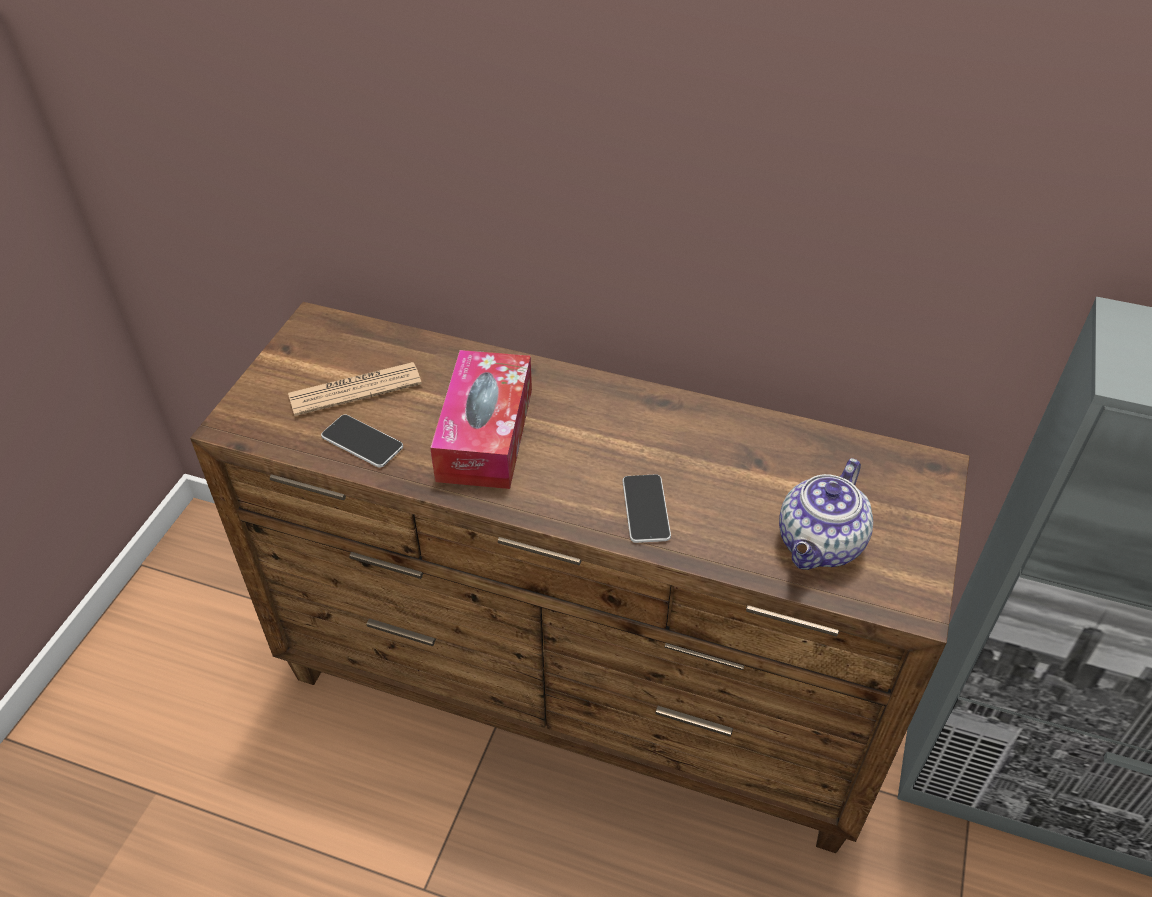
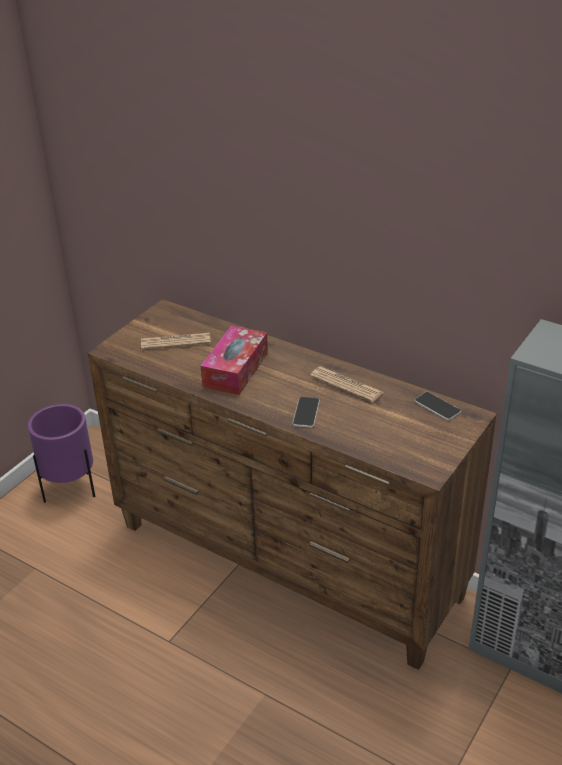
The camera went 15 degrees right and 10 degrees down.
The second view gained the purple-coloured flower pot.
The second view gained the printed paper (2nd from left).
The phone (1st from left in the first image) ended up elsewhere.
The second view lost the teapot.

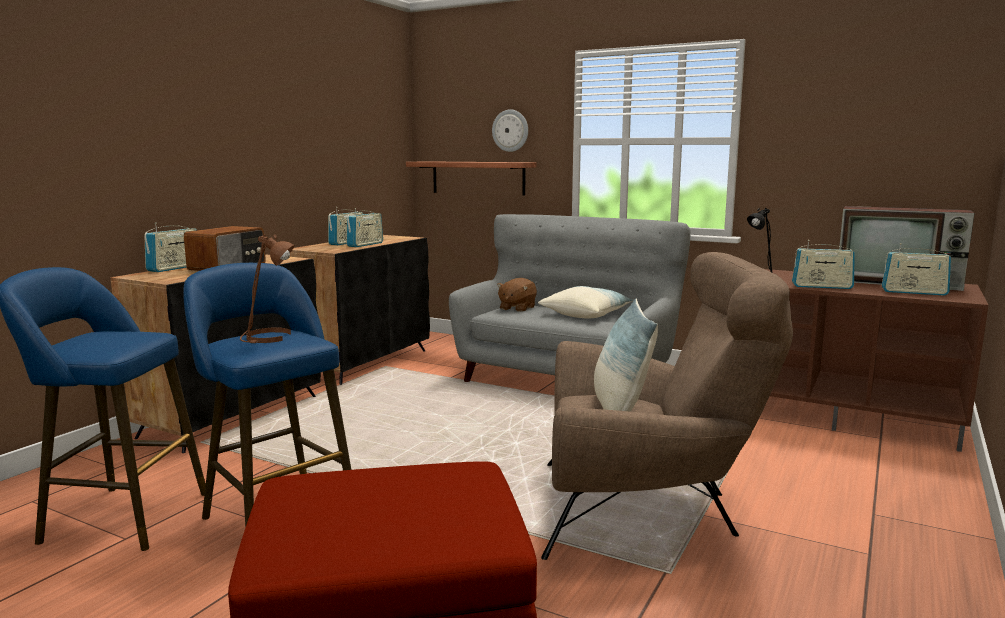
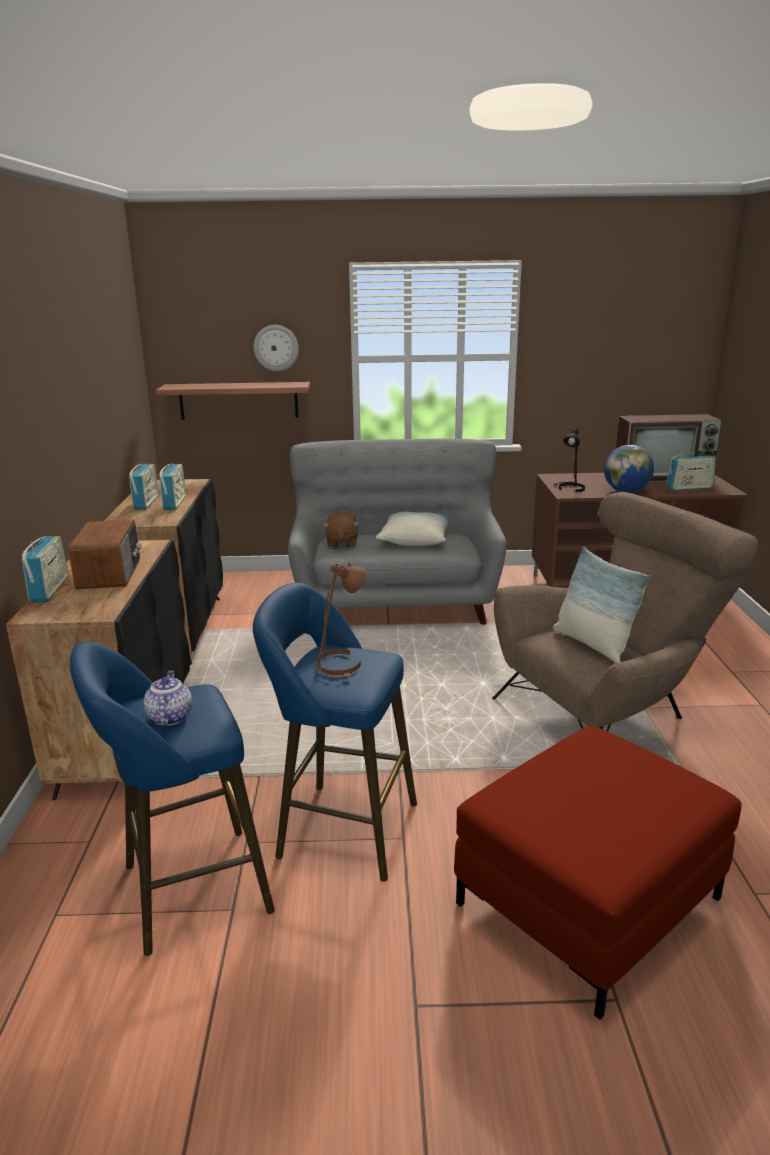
The camera went 30 degrees left and 10 degrees up.
The second view gained the teapot.
Where the radio (5th from left) stood, the world globe came to stand.

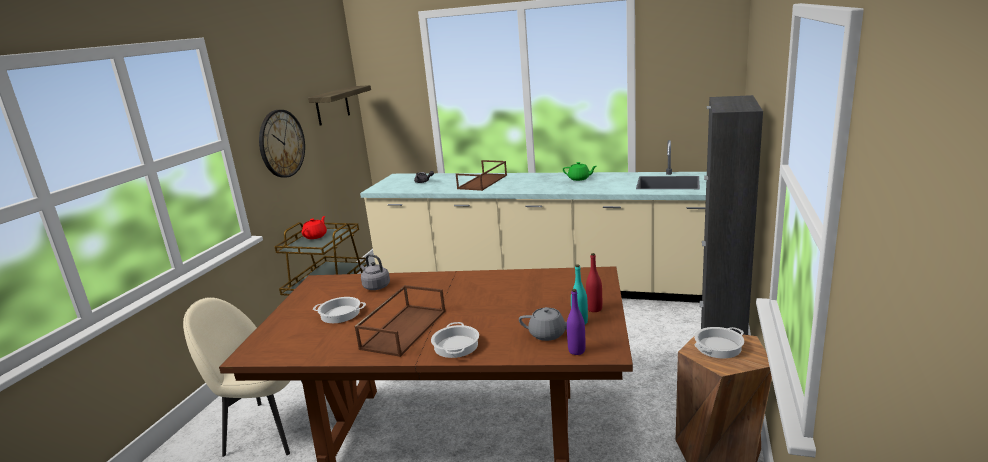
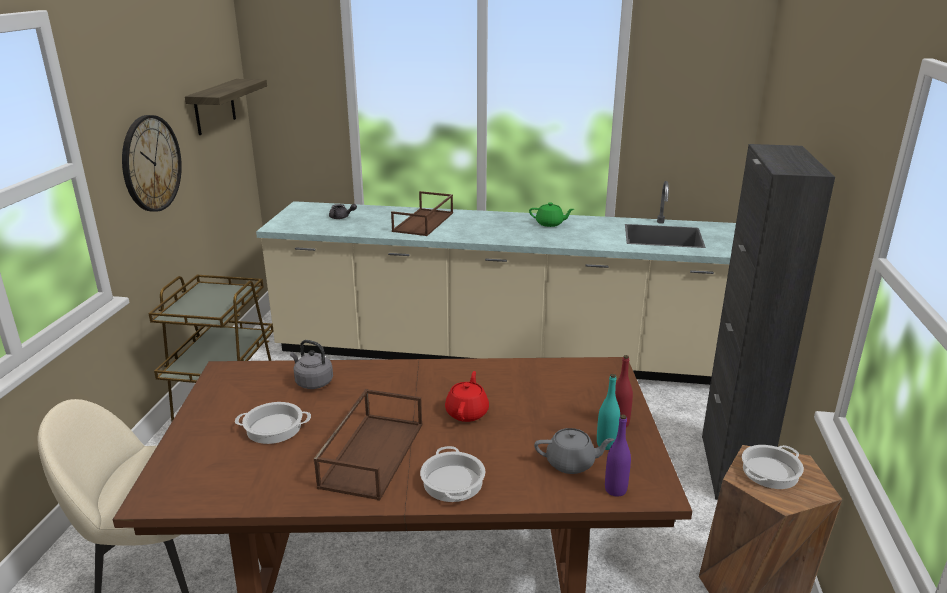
The camera went 10 degrees left and 5 degrees up.
The reddish teapot ended up elsewhere.

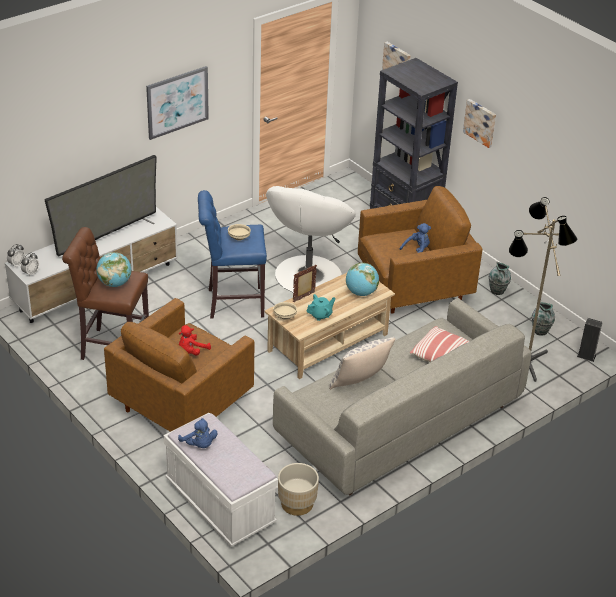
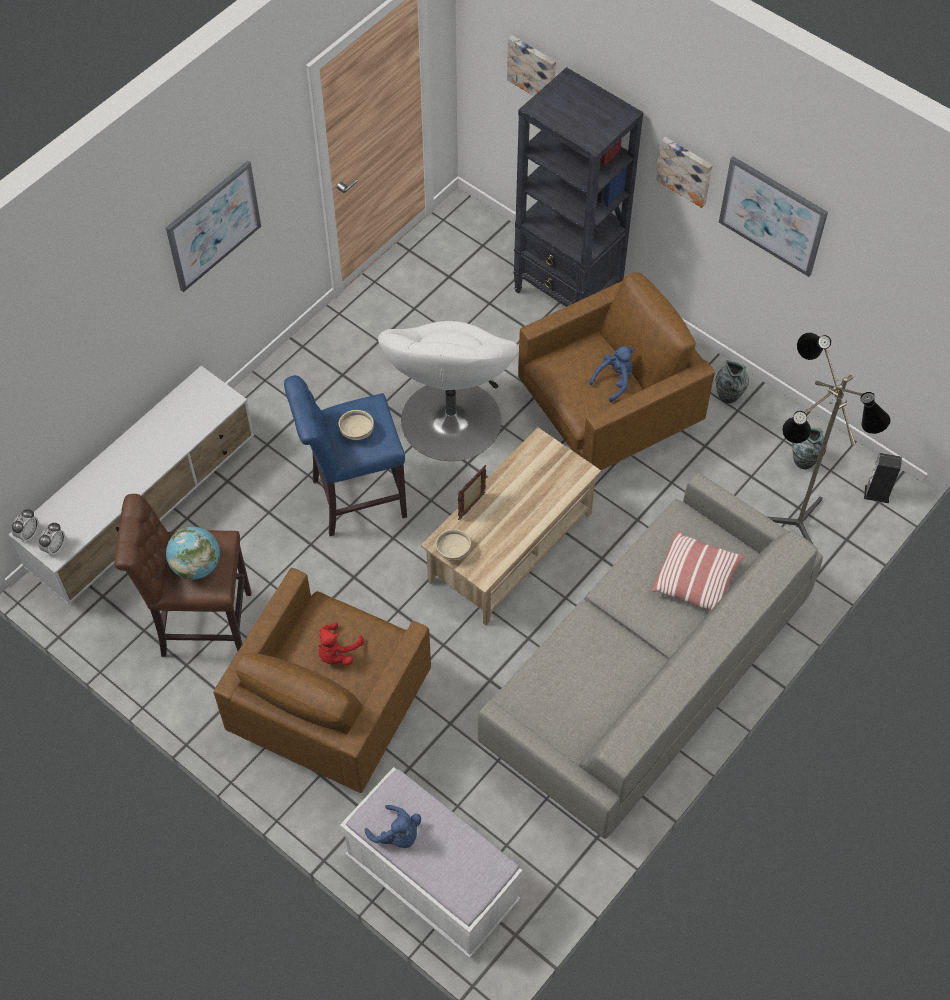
The camera went 10 degrees left and 20 degrees up.
The second view gained the picture (4th from left).
The second view lost the TV.
The second view lost the beige-coloured flower pot.
The second view lost the turquoise teapot.
The second view lost the pillow (1st from left).
The second view lost the world globe (2nd from left).

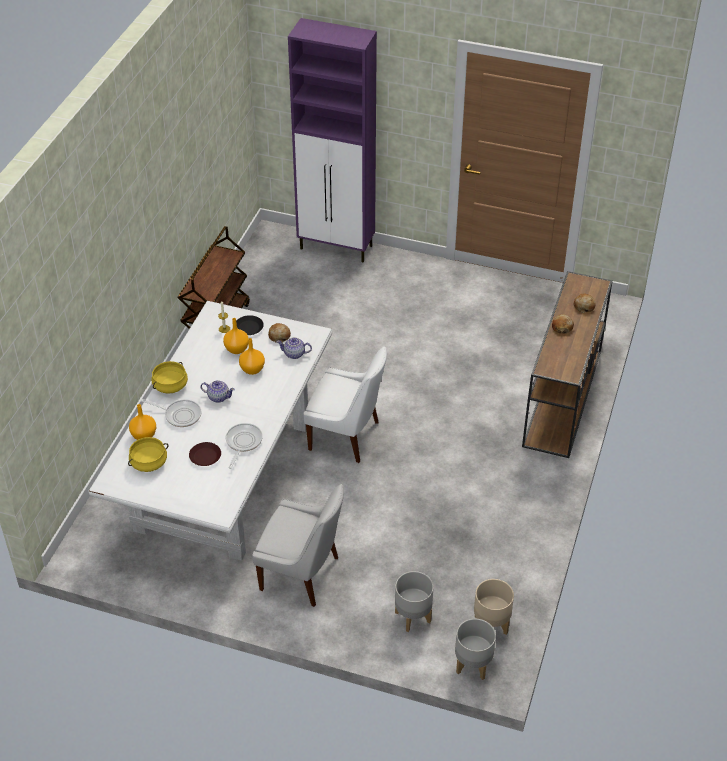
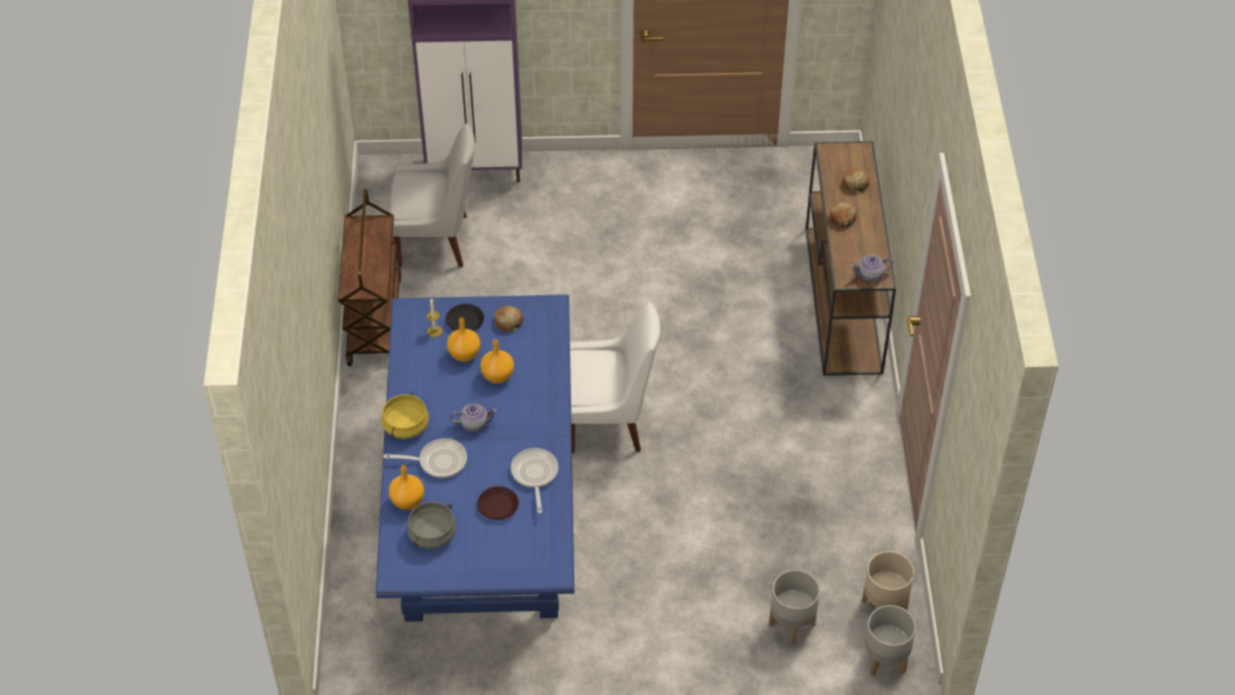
The camera went 20 degrees left and 5 degrees up.
What was the white-coloured dining table turned into the blue dining table.
The white-coloured plain chair (1st from left) ended up elsewhere.
What was the yellow-coloured saucepot (1st from left) turned into the greyish saucepot.
The teapot (2nd from left) ended up elsewhere.

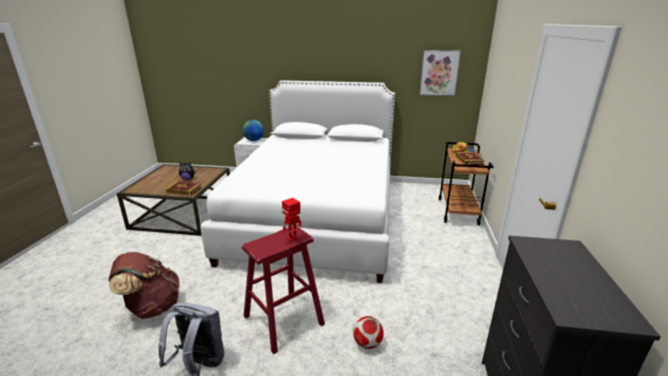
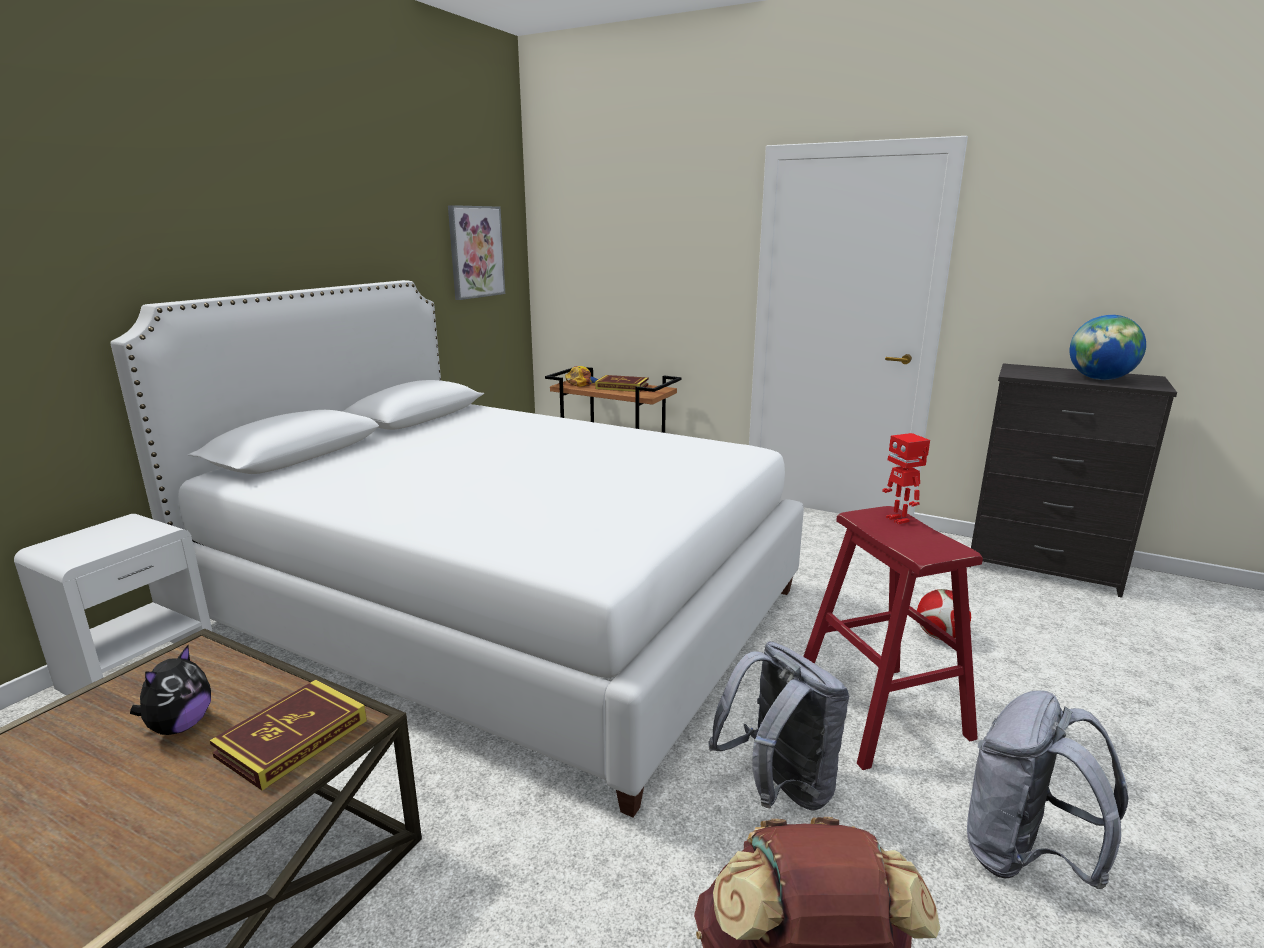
The camera went 70 degrees left and 5 degrees down.
The second view gained the greyish knapsack (1st from left).
The world globe ended up elsewhere.

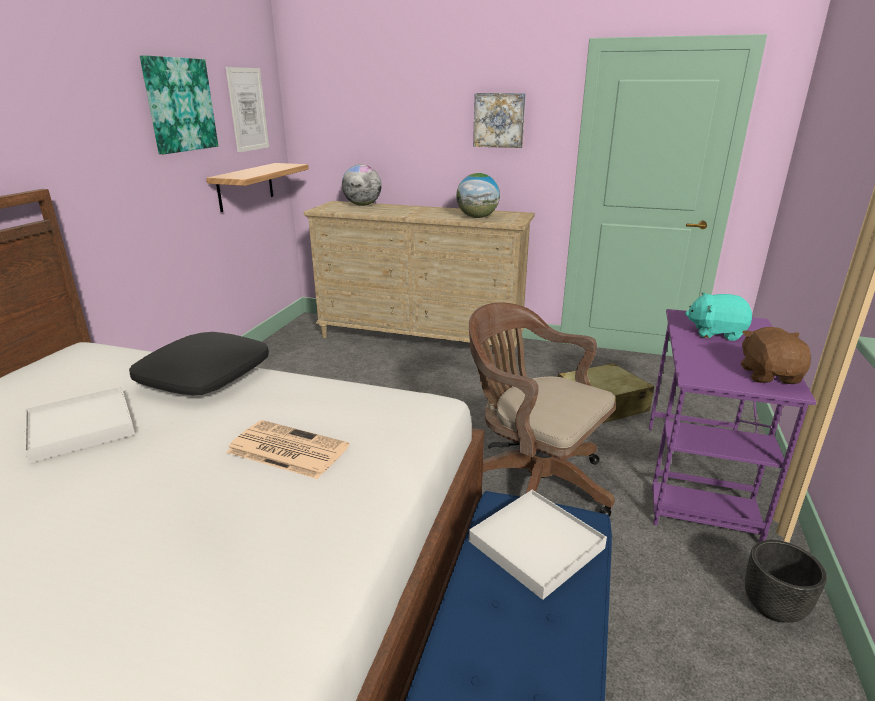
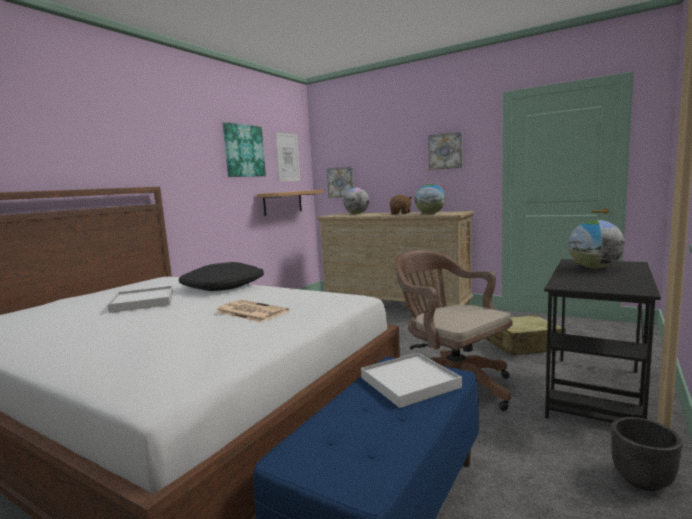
The camera went 15 degrees right and 15 degrees down.
The second view gained the picture (3rd from left).
The brown-coloured plush toy ended up elsewhere.
What was the purple-coloured desk table turned into the black desk table.
Where the turquoise plush toy stood, the world globe (3rd from left) came to stand.

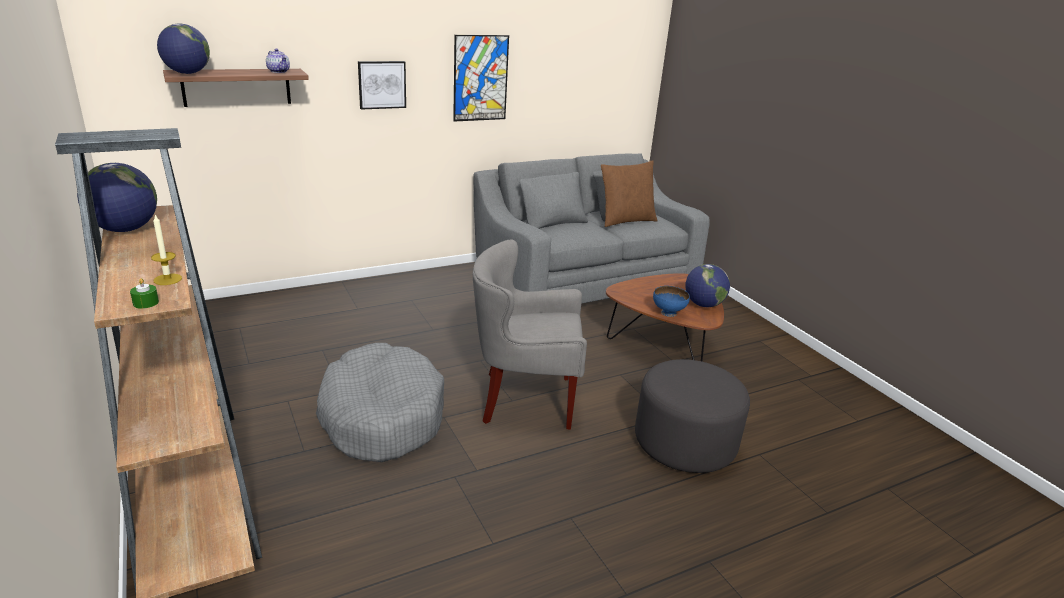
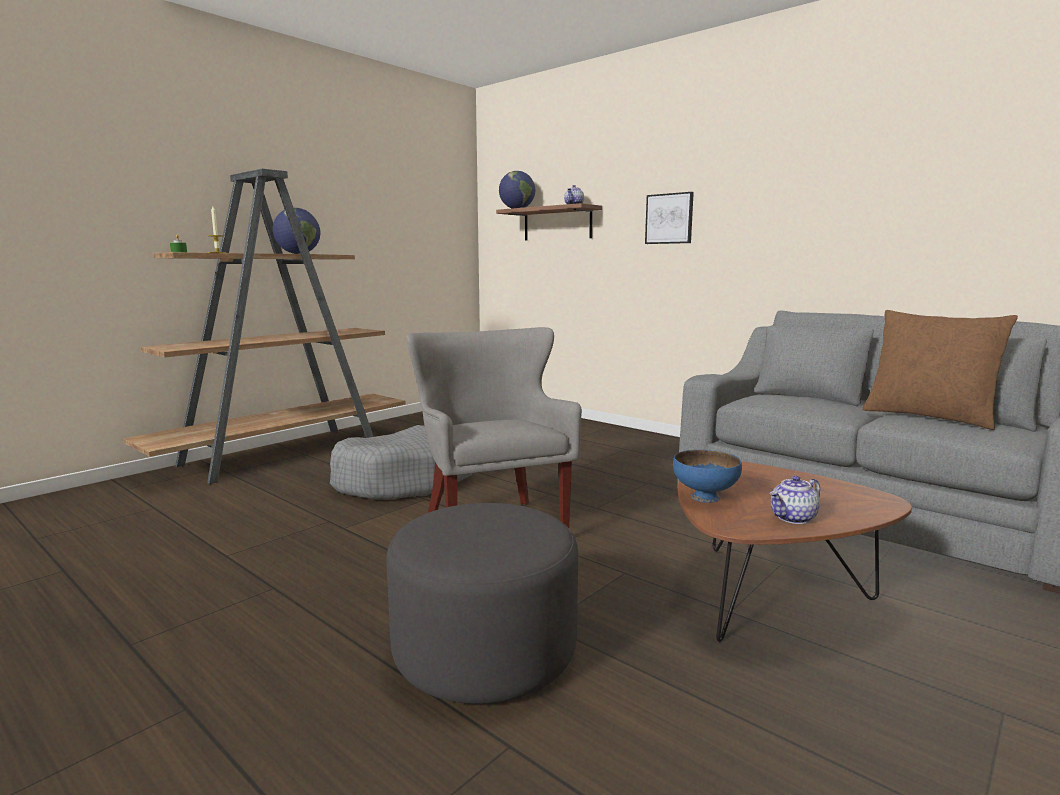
The camera went 70 degrees right and 15 degrees down.
Where the world globe (3rd from left) stood, the teapot (2nd from left) came to stand.
The second view lost the picture (2nd from left).

